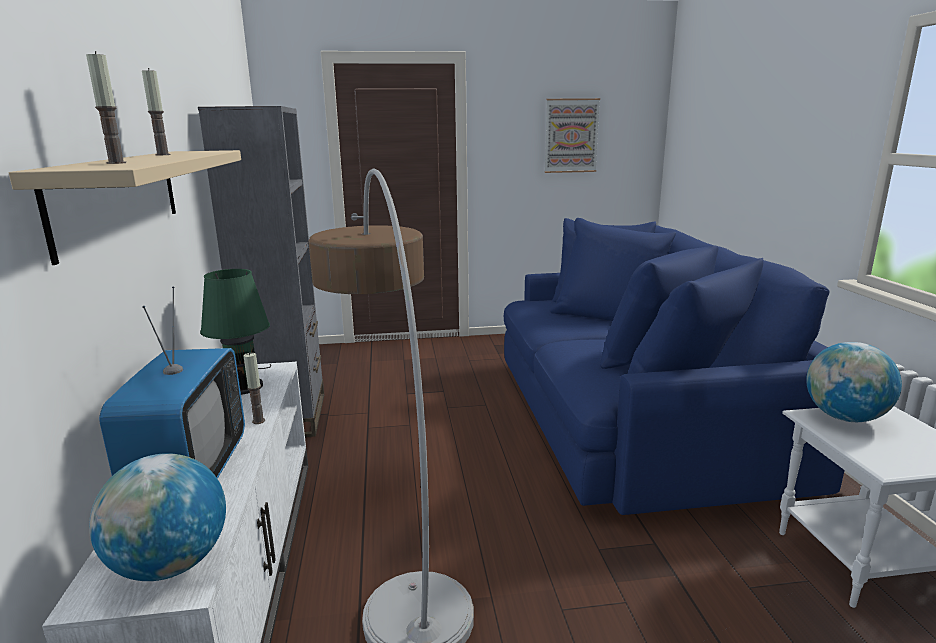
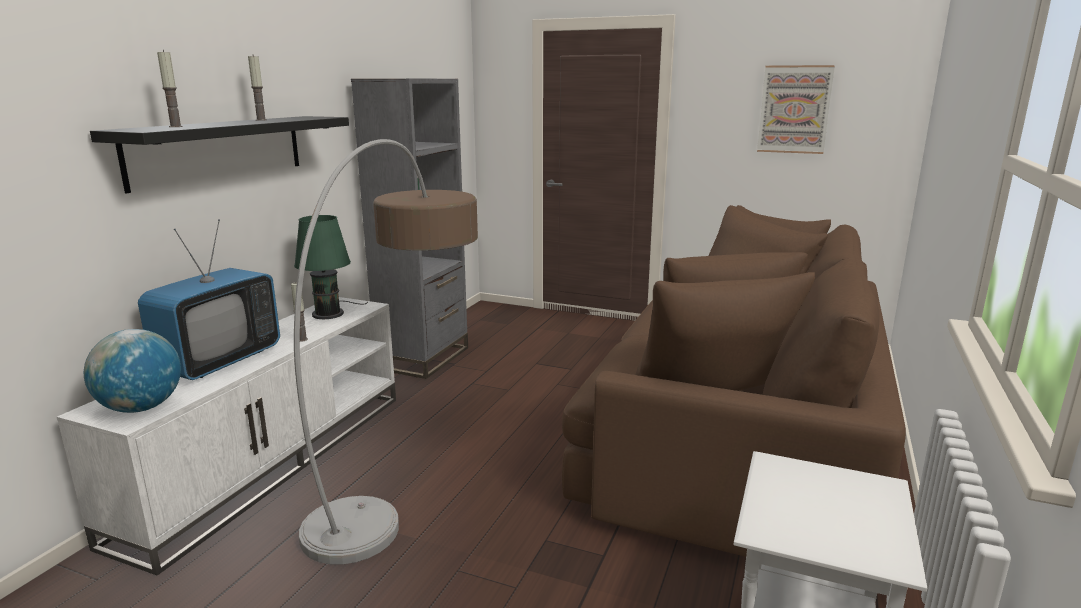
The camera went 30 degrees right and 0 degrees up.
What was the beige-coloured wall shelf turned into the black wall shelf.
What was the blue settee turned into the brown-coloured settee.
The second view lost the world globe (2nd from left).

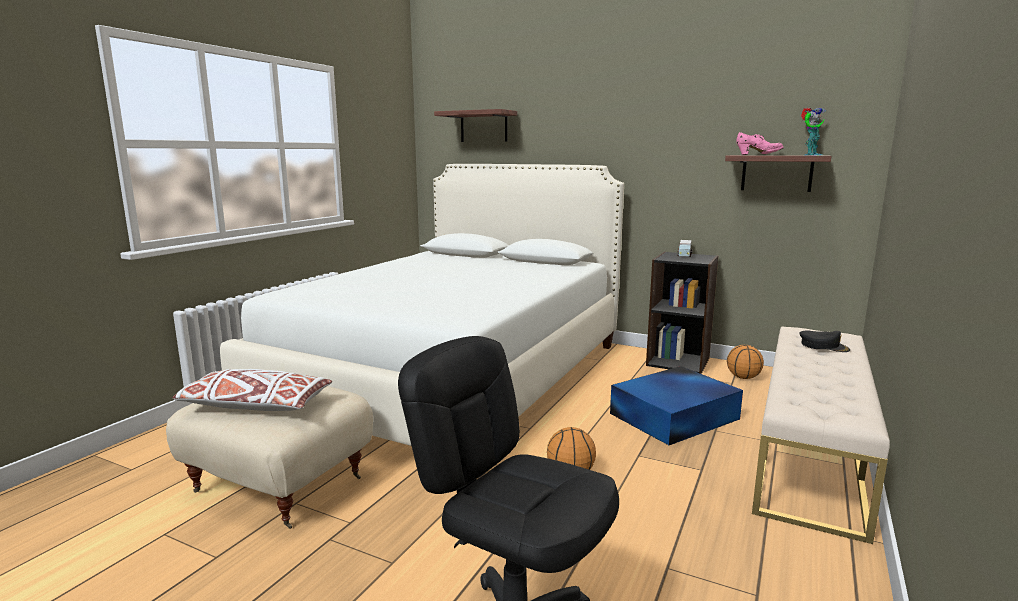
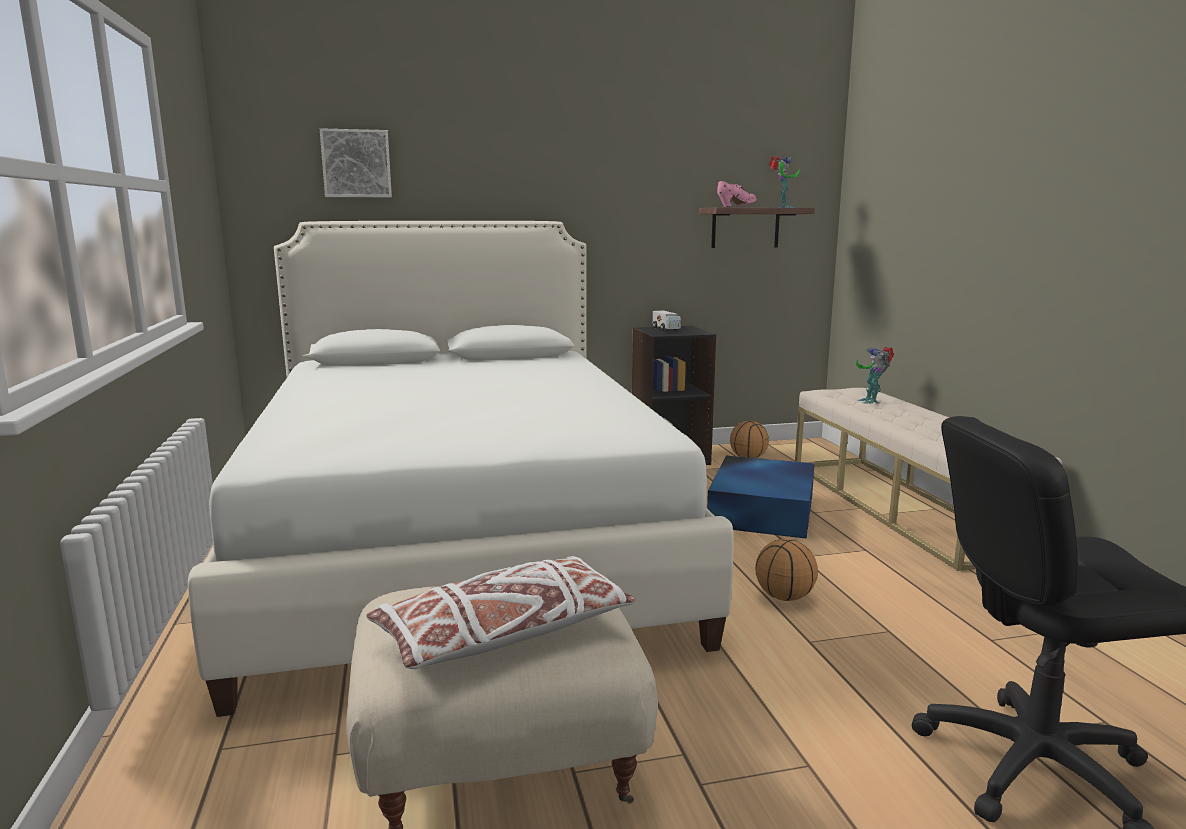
The camera went 40 degrees left and 0 degrees up.
Where the wall shelf (1st from left) hung, the picture came to hang.
Where the black peaked cap stood, the robot figure (2nd from left) came to stand.

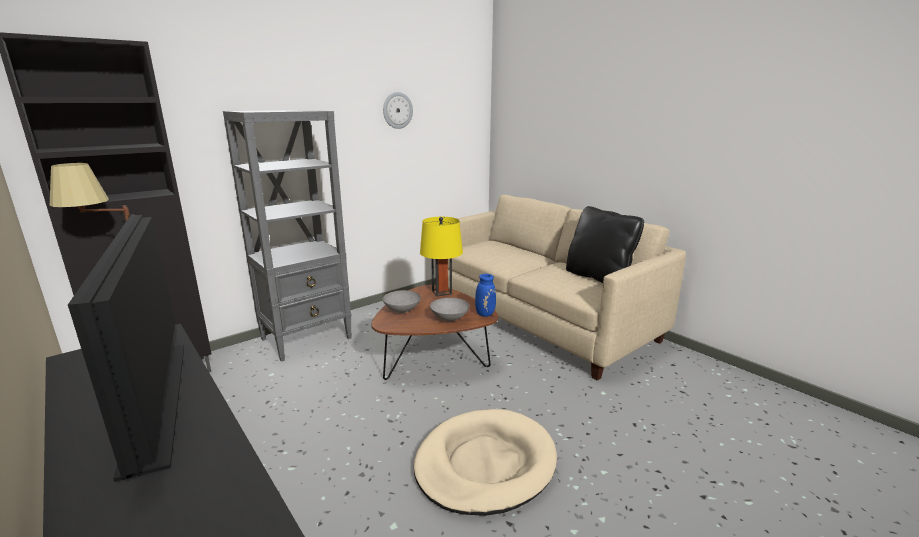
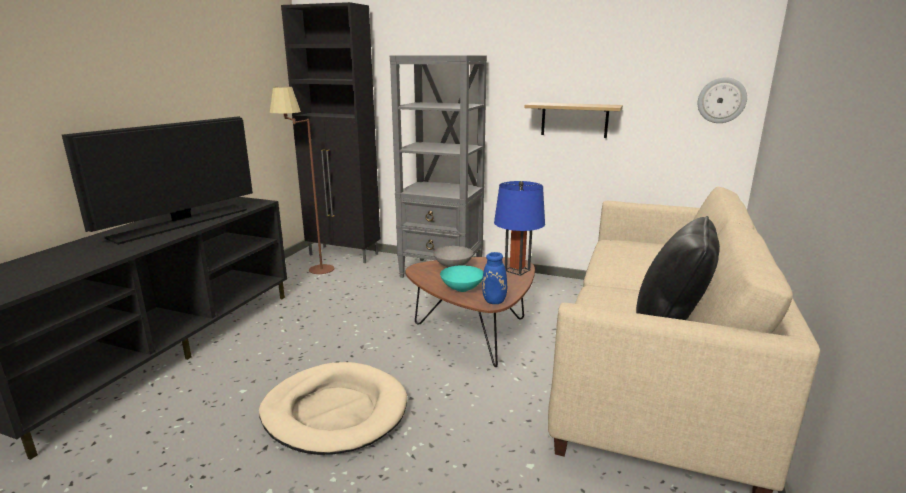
The camera went 60 degrees right and 0 degrees up.
What was the greyish serving bowl (2nd from left) turned into the turquoise serving bowl.
What was the yellow-coloured tabletop lamp turned into the blue tabletop lamp.
The second view gained the wall shelf.
The hanging clock ended up elsewhere.

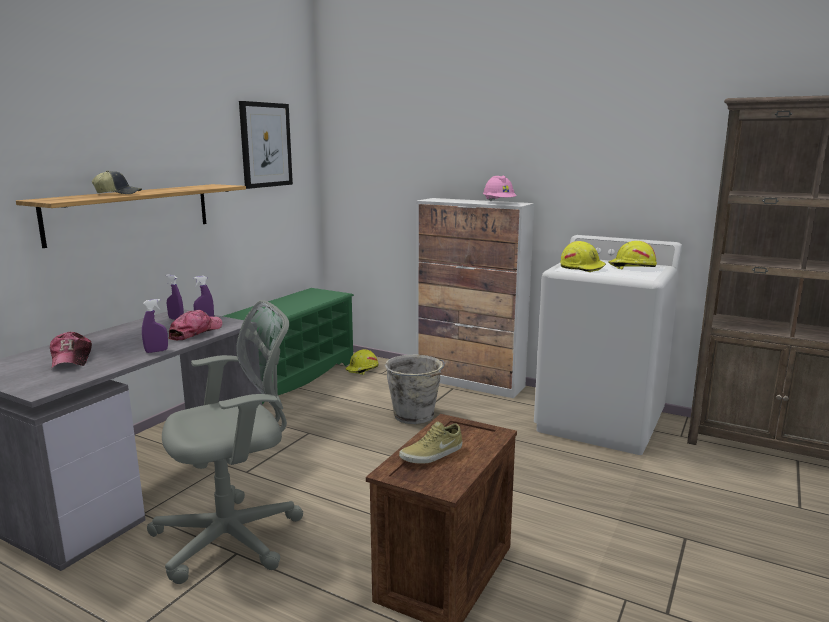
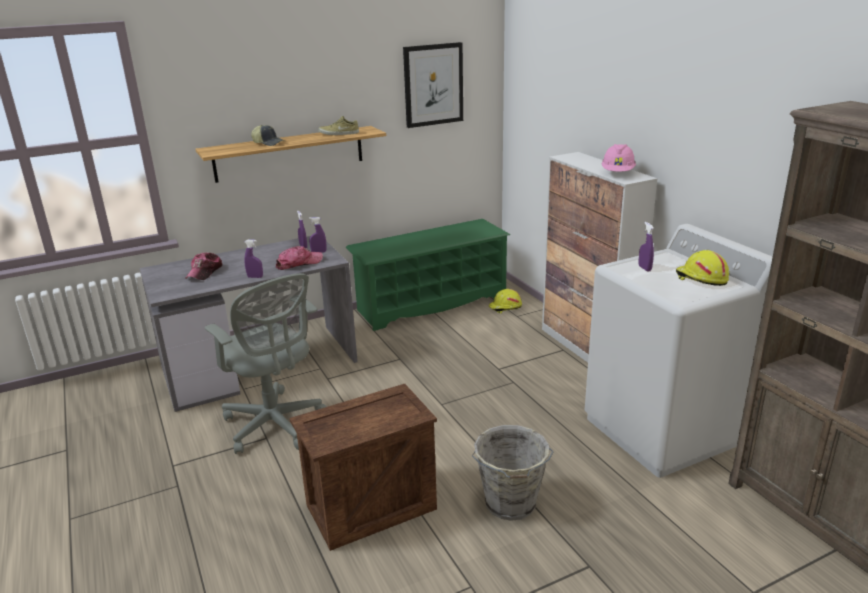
The camera went 35 degrees right and 10 degrees up.
The greyish desk chair ended up facing another way, 45 degrees clockwise from before.
The beige-coloured item of footwear ended up elsewhere.
The greyish bucket ended up elsewhere.
Where the yellow-coloured hard hat (2nd from left) stood, the purple-coloured spray bottle (4th from left) came to stand.

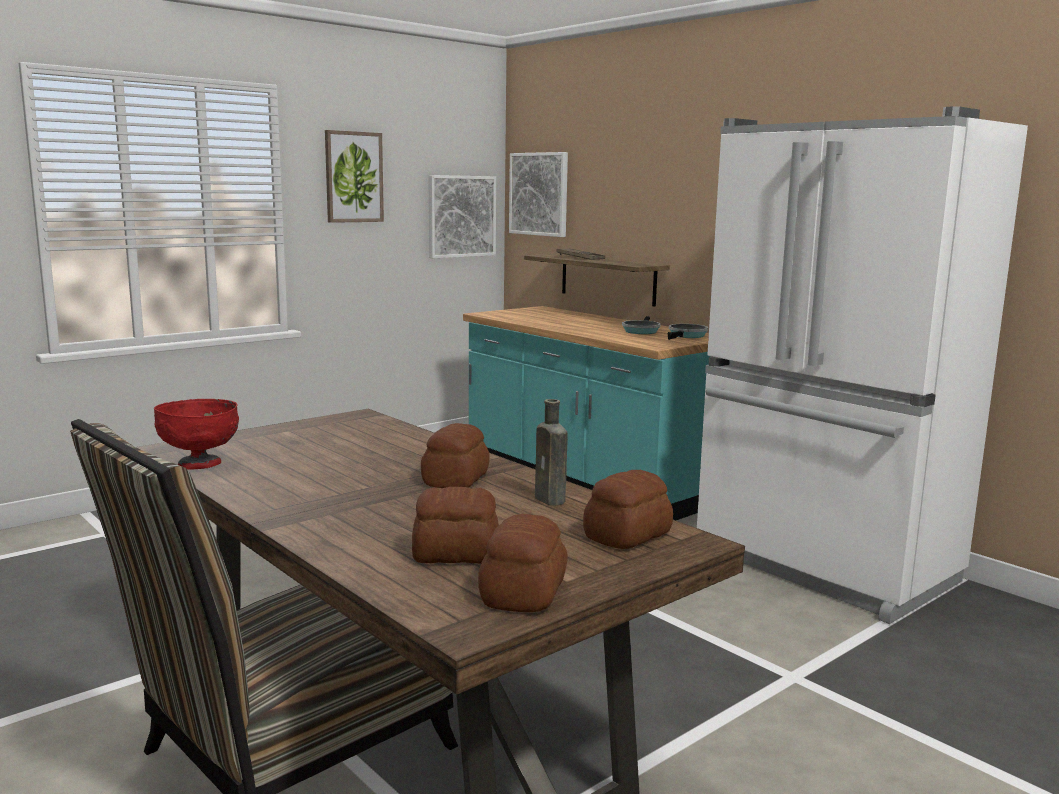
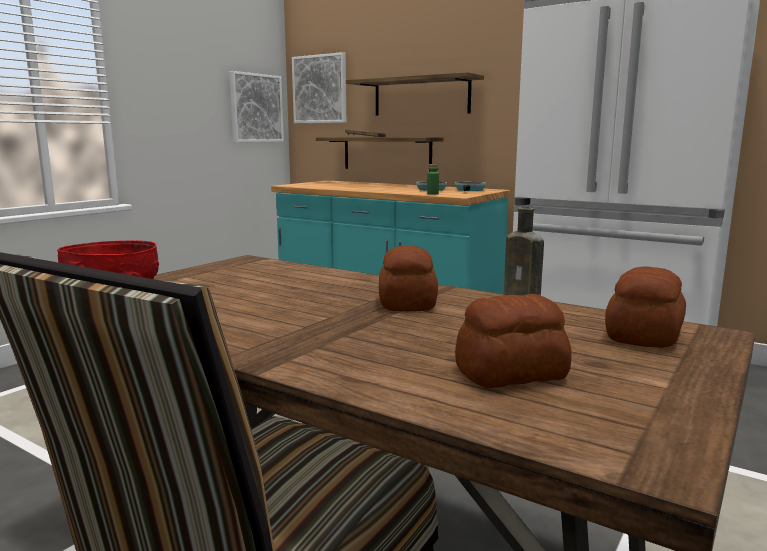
The camera went 15 degrees left and 0 degrees up.
The second view gained the wall shelf (2nd from left).
The second view gained the green-coloured drink bottle.
The second view lost the picture (1st from left).
The second view lost the bakery bread (3rd from left).

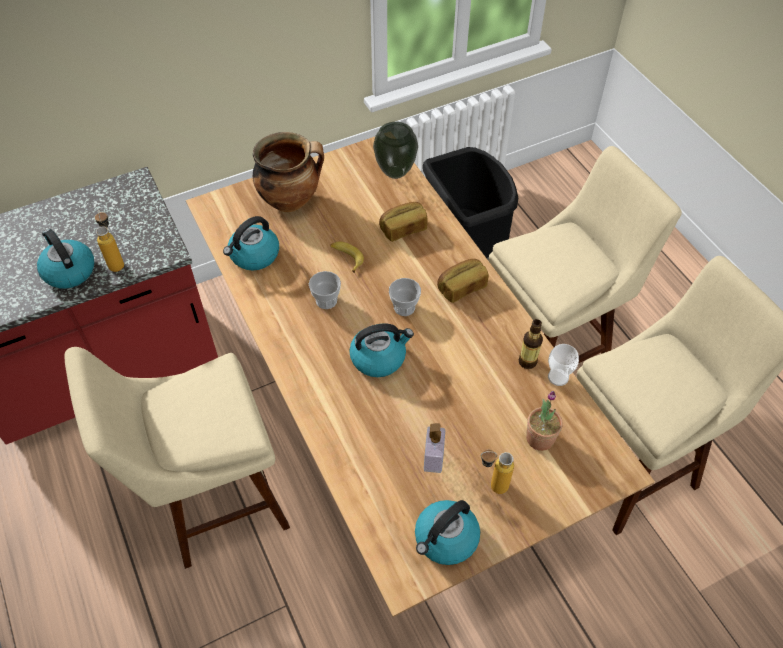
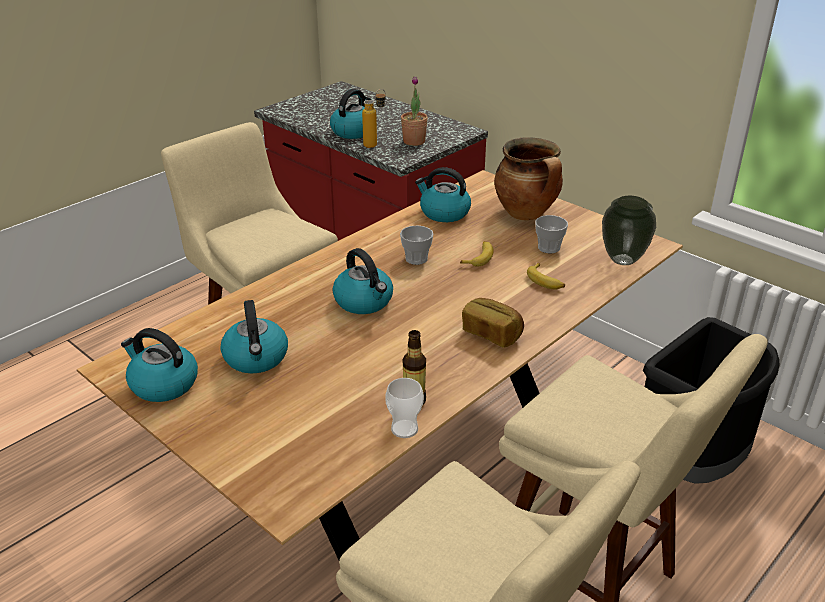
The camera went 70 degrees right and 20 degrees down.
Where the soap dispenser stood, the water kettle (2nd from left) came to stand.
The potted plant ended up elsewhere.
Where the bakery bread (1st from left) stood, the banana (2nd from left) came to stand.
The small cup (2nd from left in the first image) ended up elsewhere.
The second view lost the drink bottle (2nd from left).

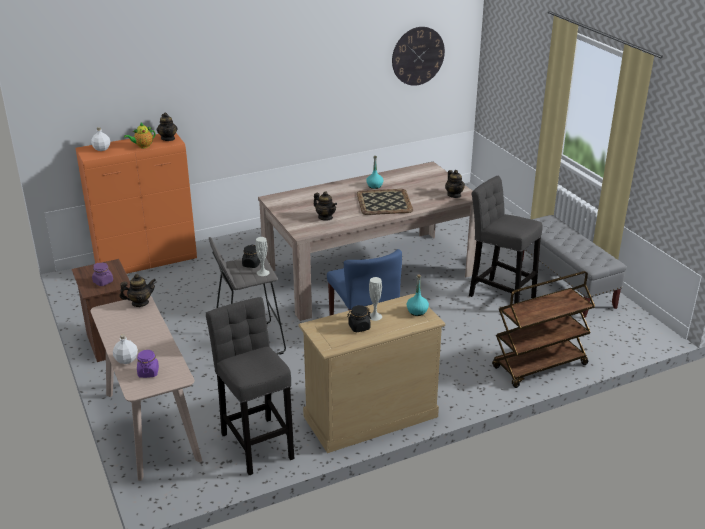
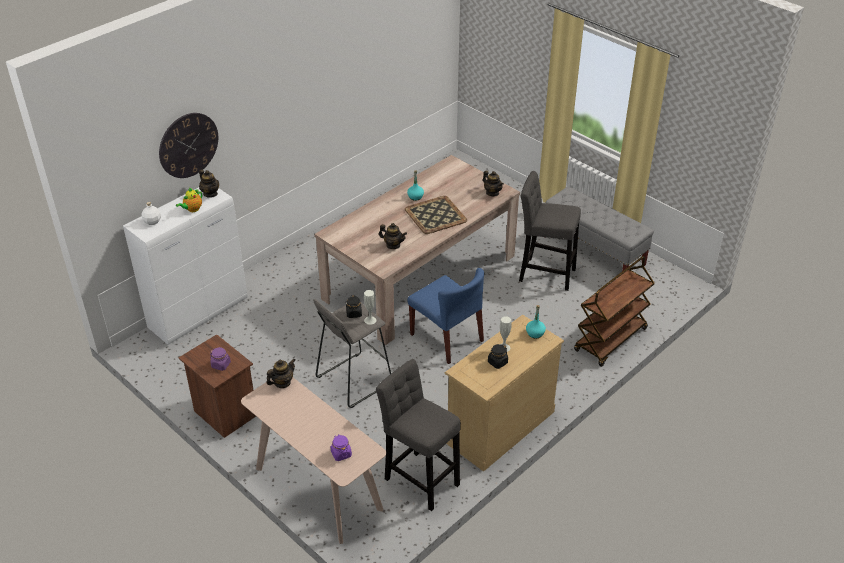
The camera went 20 degrees left and 10 degrees up.
What was the orange storage cabinet turned into the white-coloured storage cabinet.
The hanging clock ended up elsewhere.
The second view lost the white-coloured drink bottle (2nd from left).

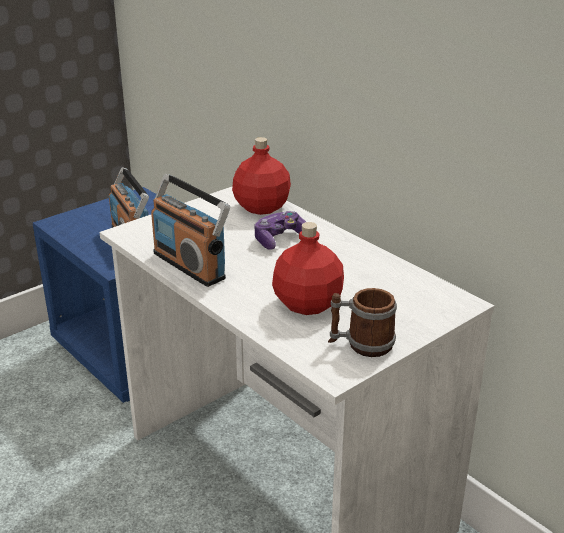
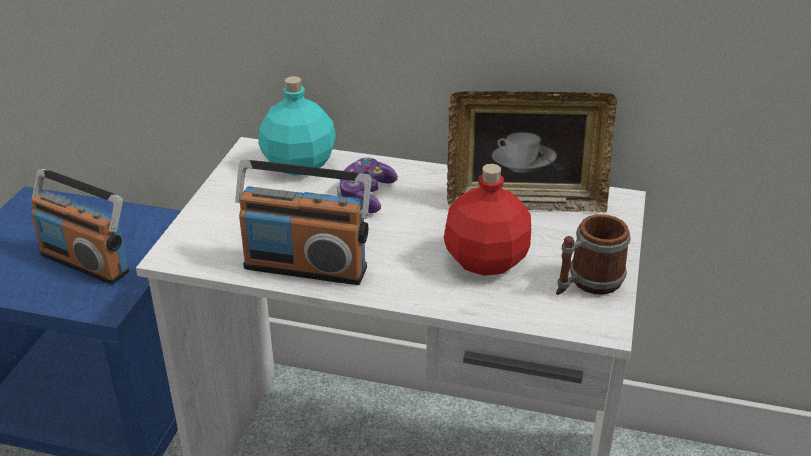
The camera went 35 degrees left and 5 degrees up.
What was the reddish drink bottle (1st from left) turned into the turquoise drink bottle.
The second view gained the picture frame.

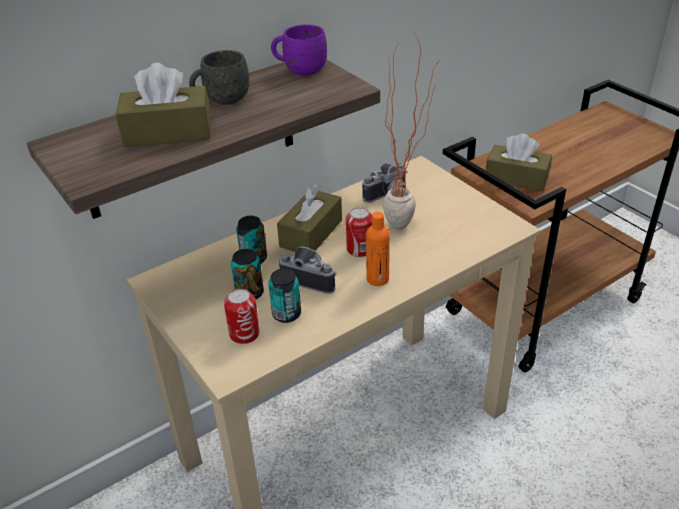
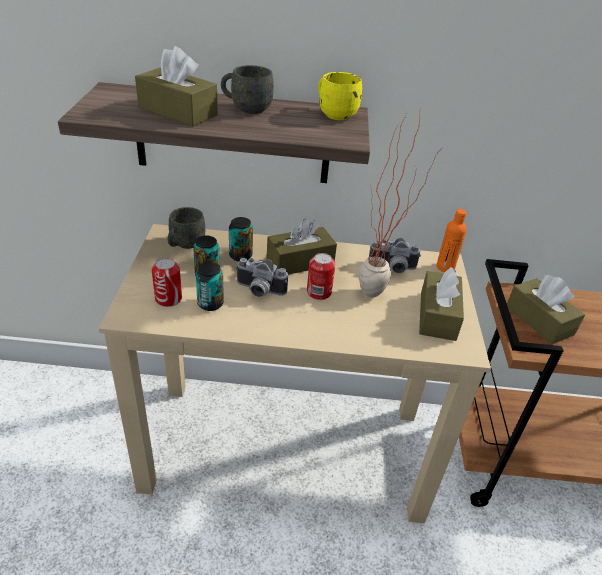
The camera went 35 degrees right and 0 degrees up.
The second view gained the greyish tea mug (1st from left).
The still camera (1st from left) ended up facing another way, 135 degrees clockwise from before.
What was the purple-coloured tea mug turned into the yellow-coloured tea mug.
The second view gained the brown-coloured tissue holder (3rd from left).
The orange drink bottle ended up elsewhere.

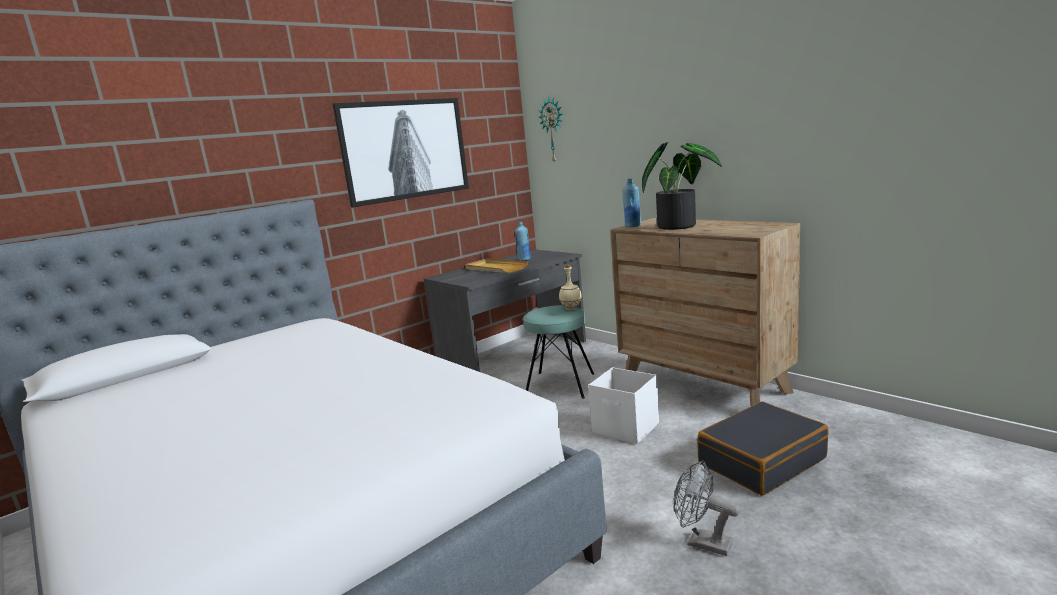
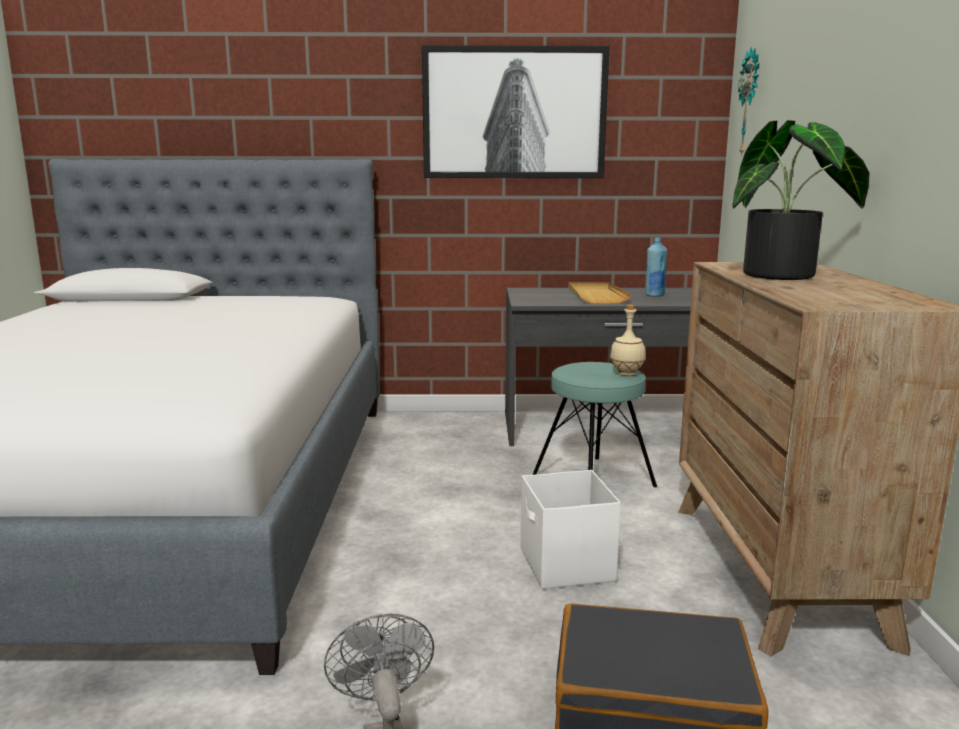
The camera went 40 degrees right and 0 degrees up.
The second view lost the blue drink bottle (2nd from left).

